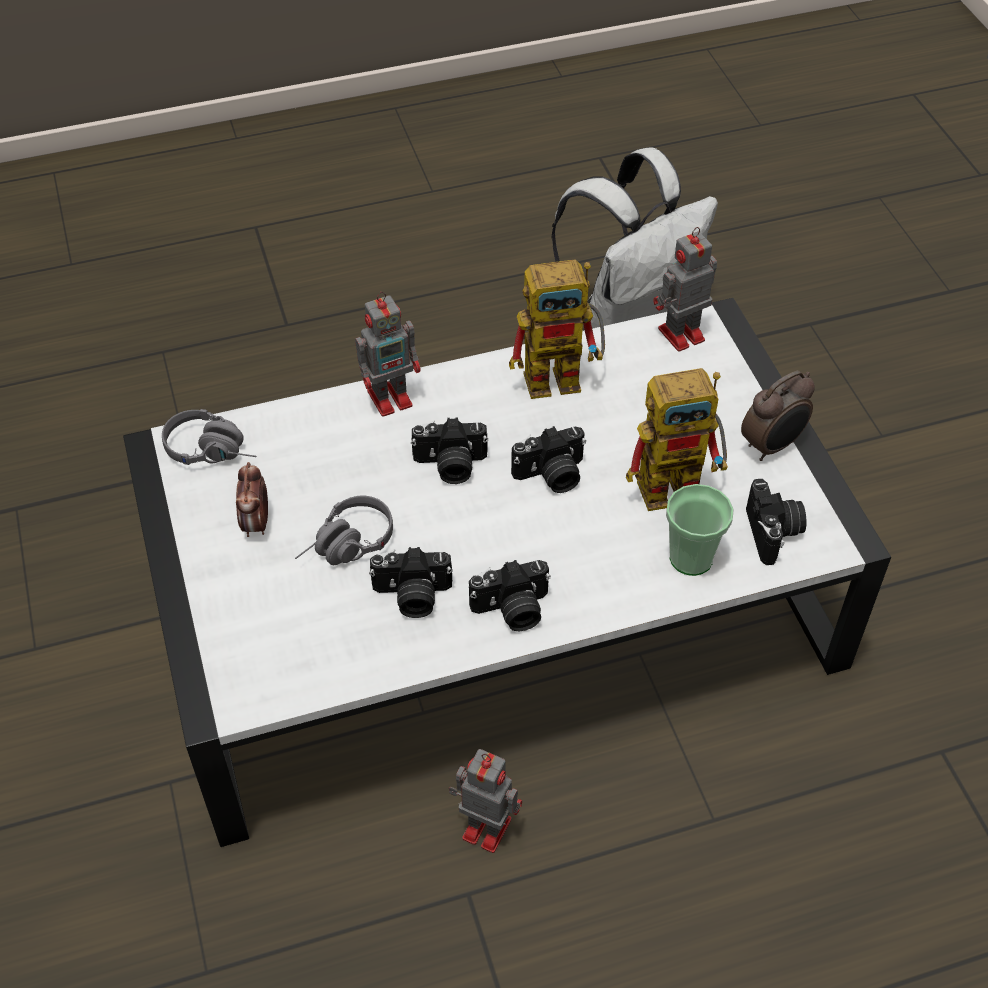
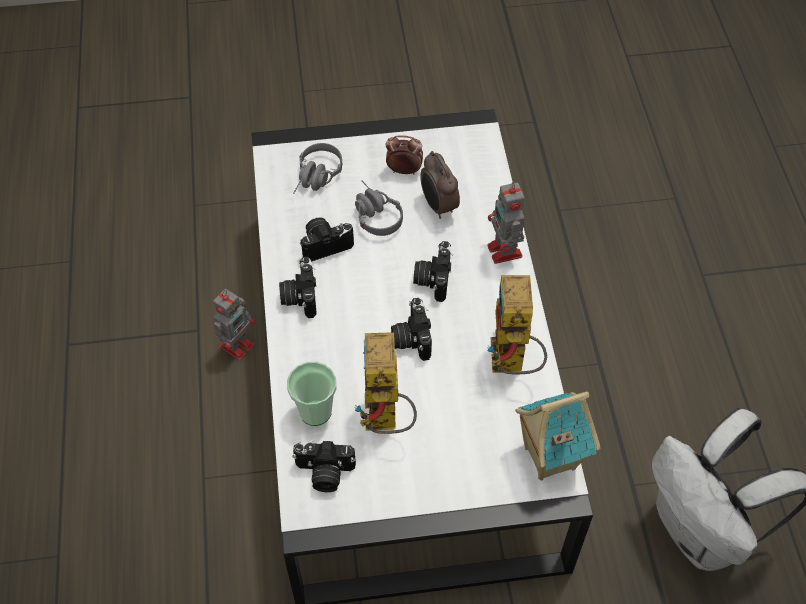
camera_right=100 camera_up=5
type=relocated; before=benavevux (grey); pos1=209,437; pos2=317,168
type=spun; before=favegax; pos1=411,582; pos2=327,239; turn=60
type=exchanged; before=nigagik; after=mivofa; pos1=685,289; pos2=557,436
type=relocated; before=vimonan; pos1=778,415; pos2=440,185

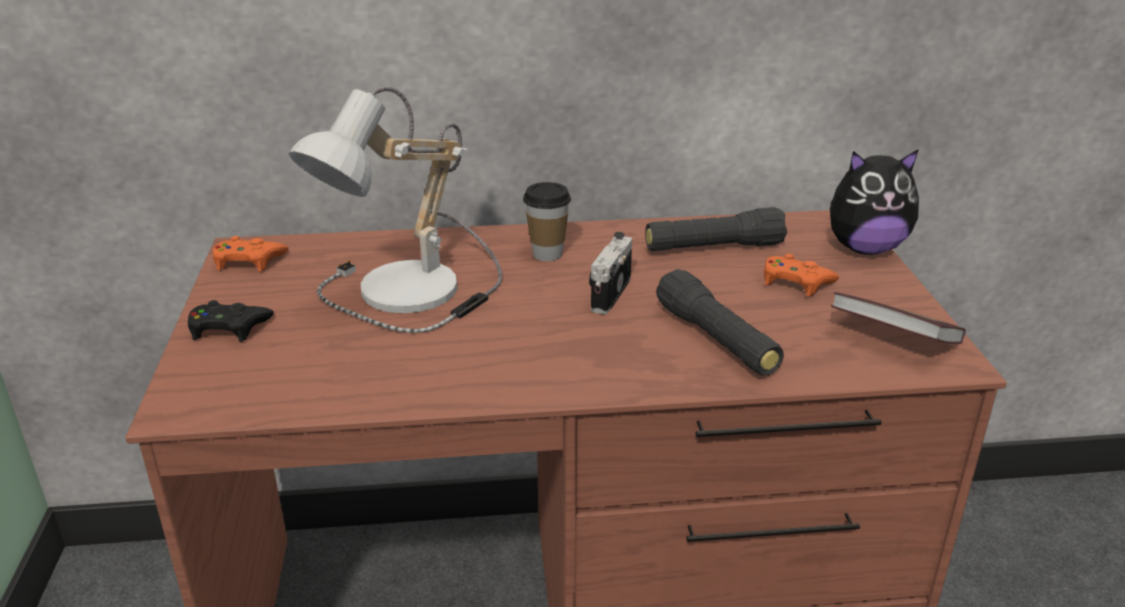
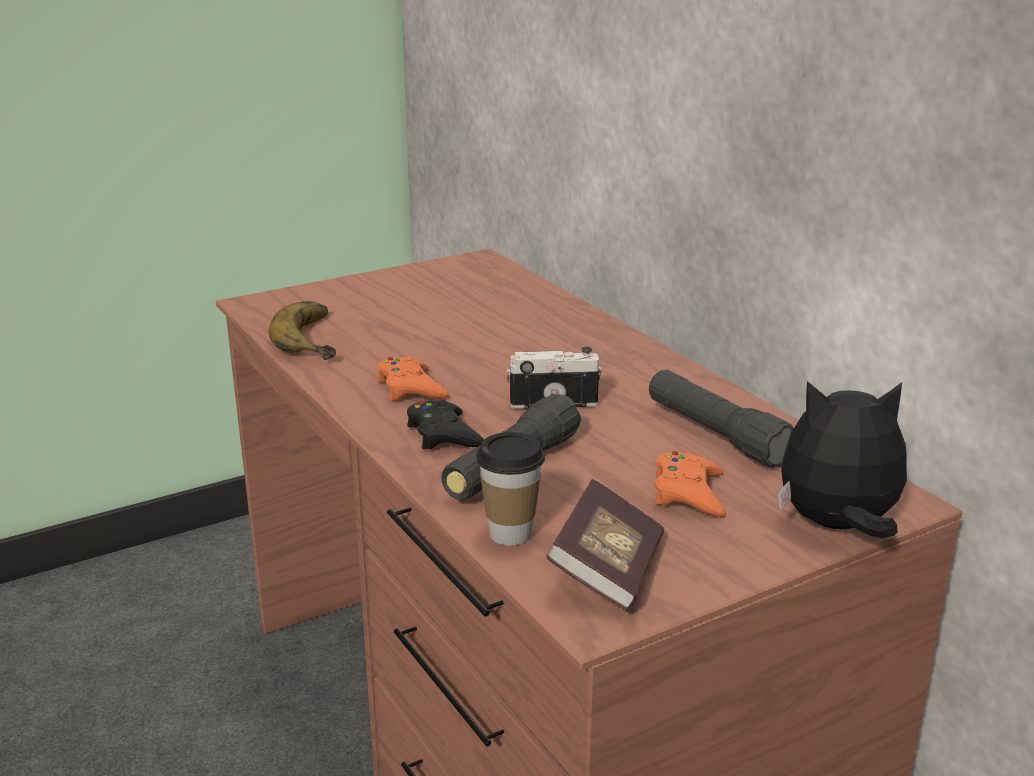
camera_right=65 camera_up=-5
type=relocated; before=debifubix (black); pos1=231,321; pos2=445,425
type=relocated; before=debifubix (orange); pos1=251,254; pos2=413,378
type=missing; before=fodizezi; pos1=395,210
type=relocated; before=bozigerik; pos1=547,221; pos2=510,489
type=spun; before=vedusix; pos1=874,202; pos2=842,460; turn=120
type=appeared; after=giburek; pos2=302,330

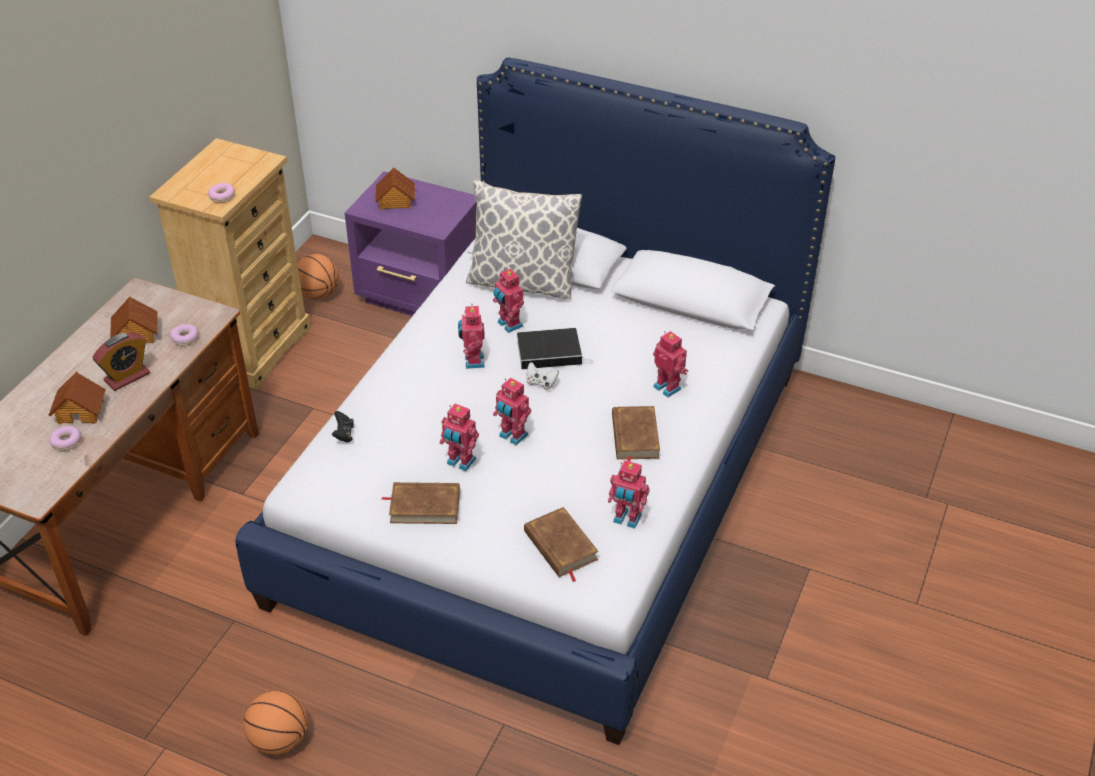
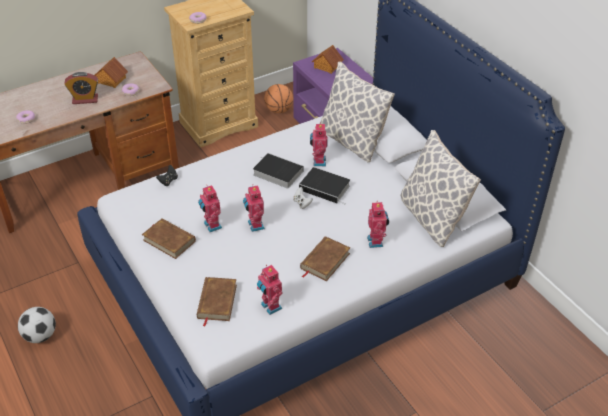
camera_right=35 camera_up=0
type=missing; before=mivofa; pos1=77,397
type=exchanged; before=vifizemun; after=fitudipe; pos1=275,723; pos2=37,325
type=exchanged; before=nigagik; after=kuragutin; pos1=471,336; pos2=278,171
type=appeared; after=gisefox; pos2=440,188

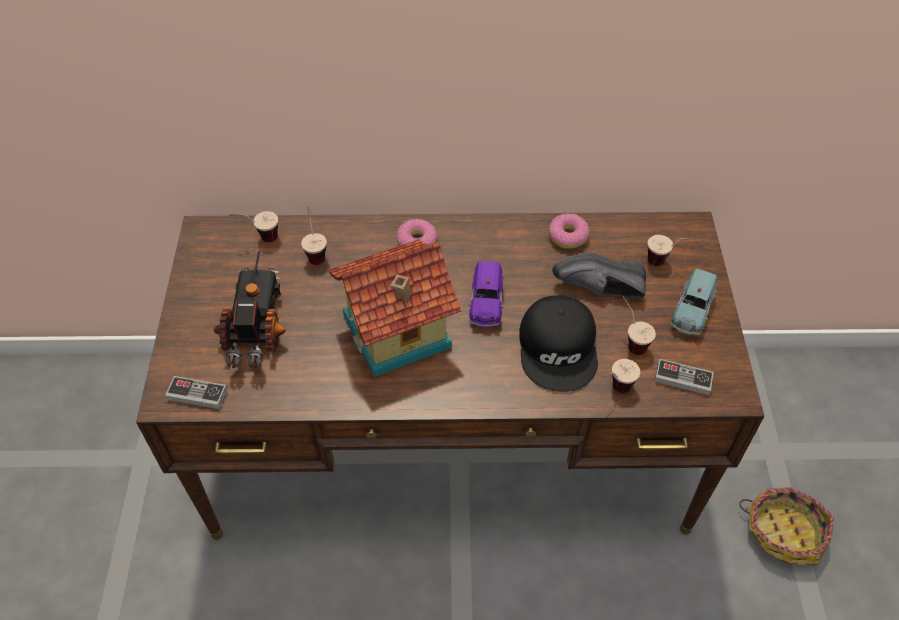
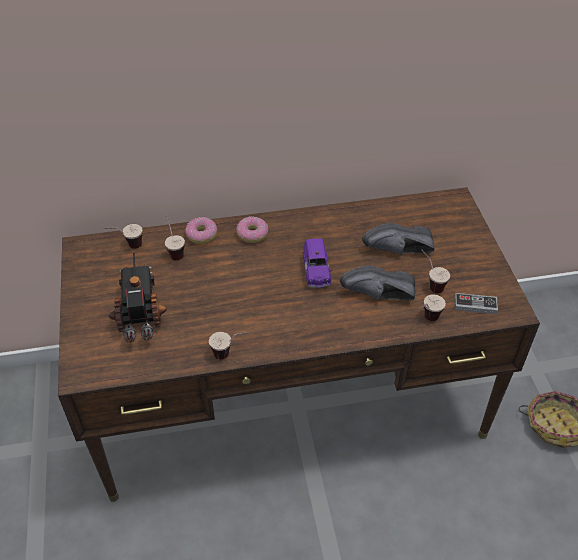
camera_right=-10 camera_up=-5
type=missing; before=debifubix; pos1=196,392
type=missing; before=mivofa; pos1=395,308
type=exchanged; before=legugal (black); after=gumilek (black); pos1=558,343; pos2=377,283
type=relocated; before=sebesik; pos1=569,231; pos2=201,230
type=relocated; before=bozigerik; pos1=673,250; pos2=229,346
type=missing; before=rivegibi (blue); pos1=694,302

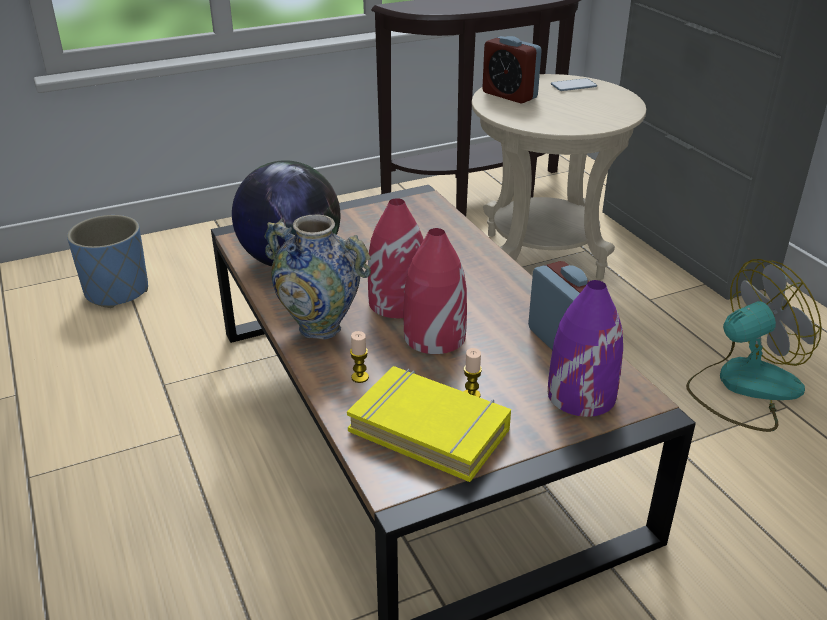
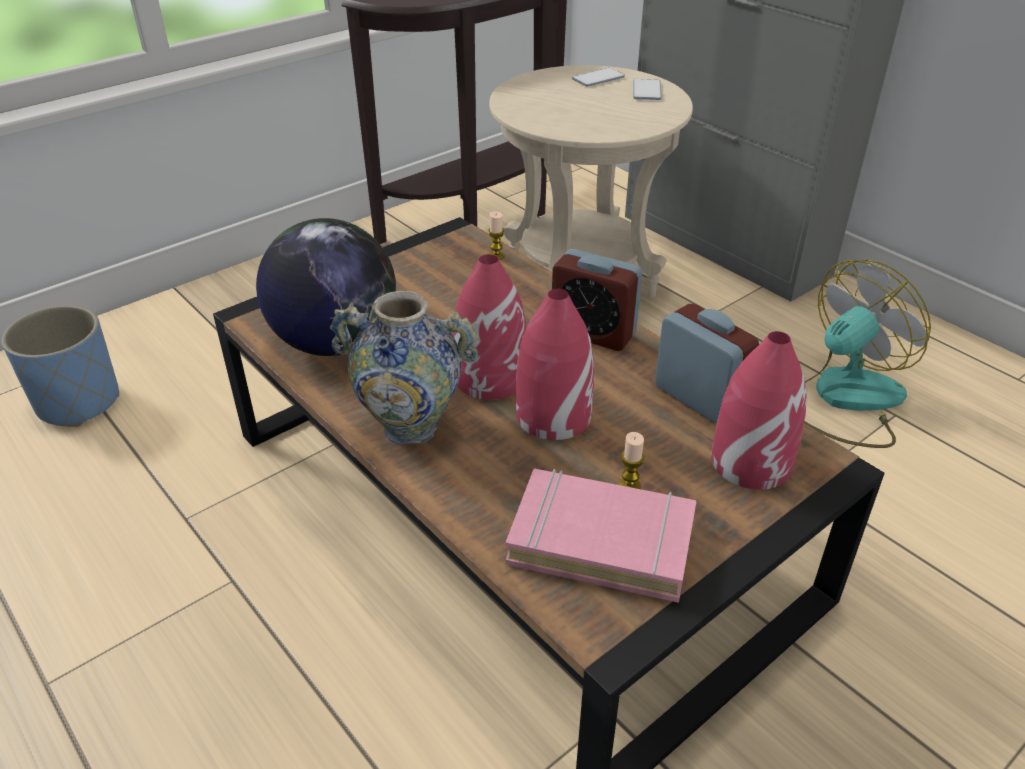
camera_right=-15 camera_up=5
type=colour; before=kuragutin (yellow); after=kuragutin (pink); pos1=429,424; pos2=600,536
type=relocated; before=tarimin; pos1=359,357; pos2=496,235
type=relocated; before=vimonan; pos1=512,69; pos2=597,300
type=colour; before=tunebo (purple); after=tunebo (red); pos1=585,348; pos2=759,410
type=appeared; after=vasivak; pos2=647,89

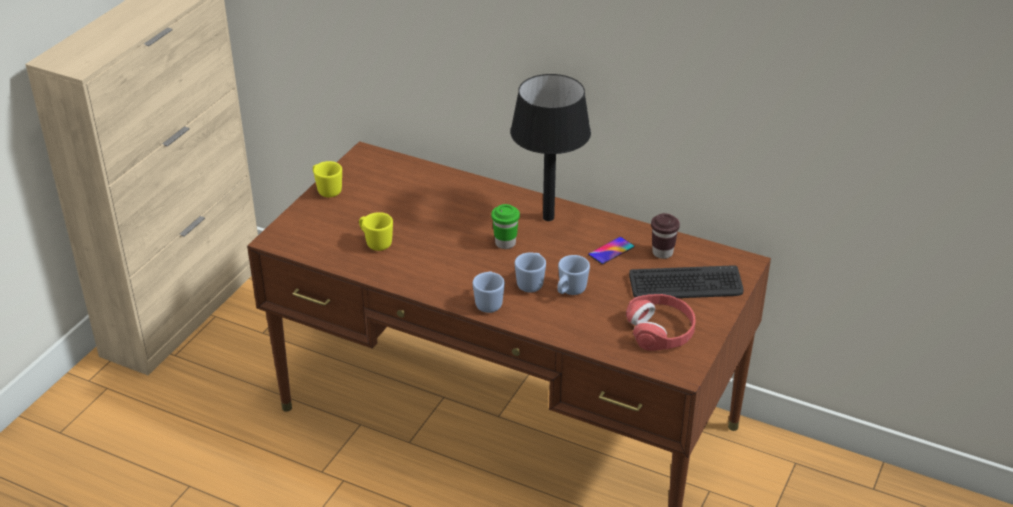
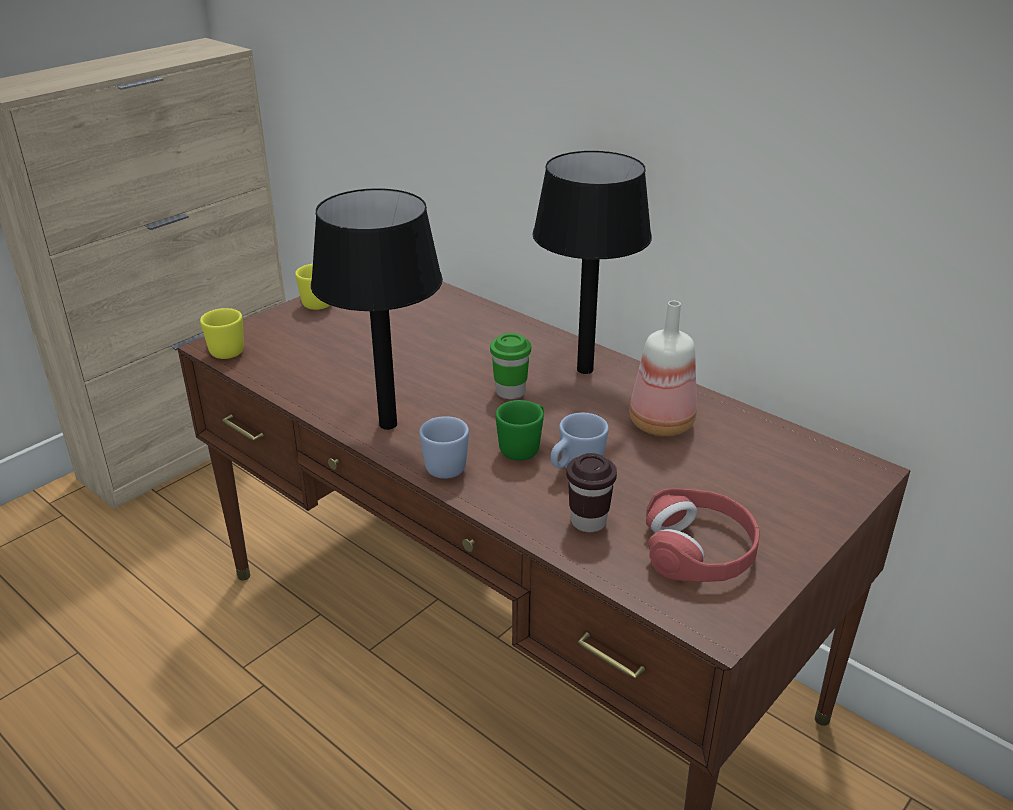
camera_right=15 camera_up=-5
type=relocated; before=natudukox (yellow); pos1=376,231; pos2=222,333
type=colour; before=natudukox (blue); after=natudukox (green); pos1=530,273; pos2=519,430
type=exchanged; before=vasivak; after=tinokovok; pos1=611,250; pos2=663,368
type=missing; before=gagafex; pos1=686,281
type=relocated; before=bozigerik (brown); pos1=665,236; pos2=591,492
type=appeared; after=fodizezi (black); pos2=377,309

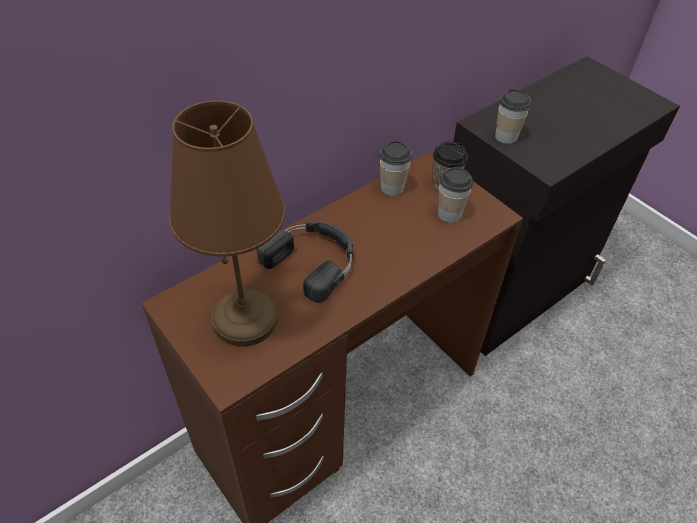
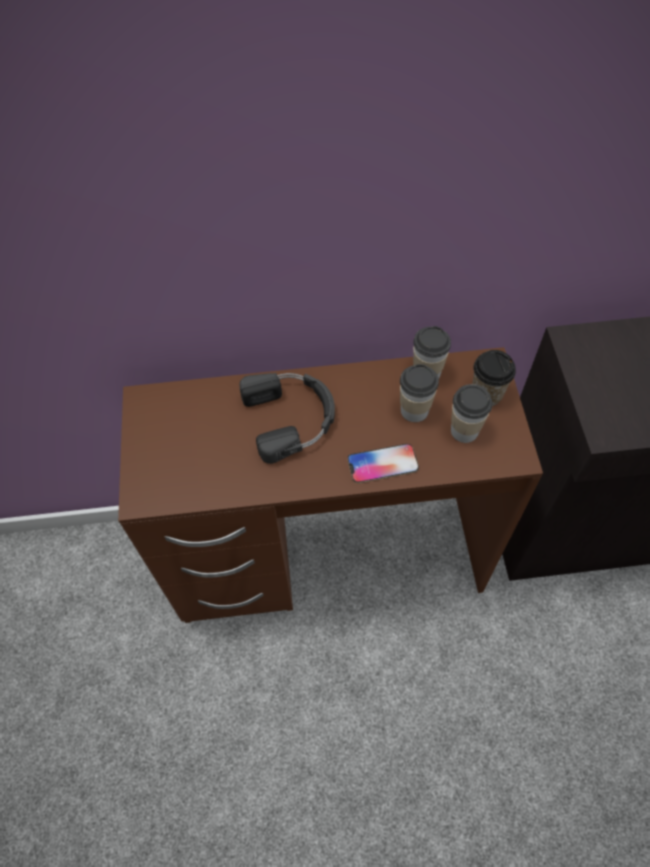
camera_right=35 camera_up=10
type=missing; before=fodizezi (brown); pos1=227,223
type=relocated; before=bozigerik; pos1=513,116; pos2=419,393
type=appeared; after=vasivak; pos2=383,463

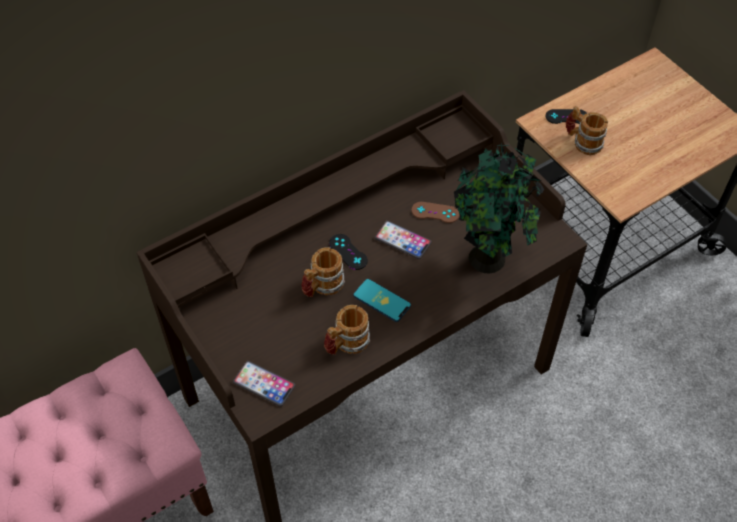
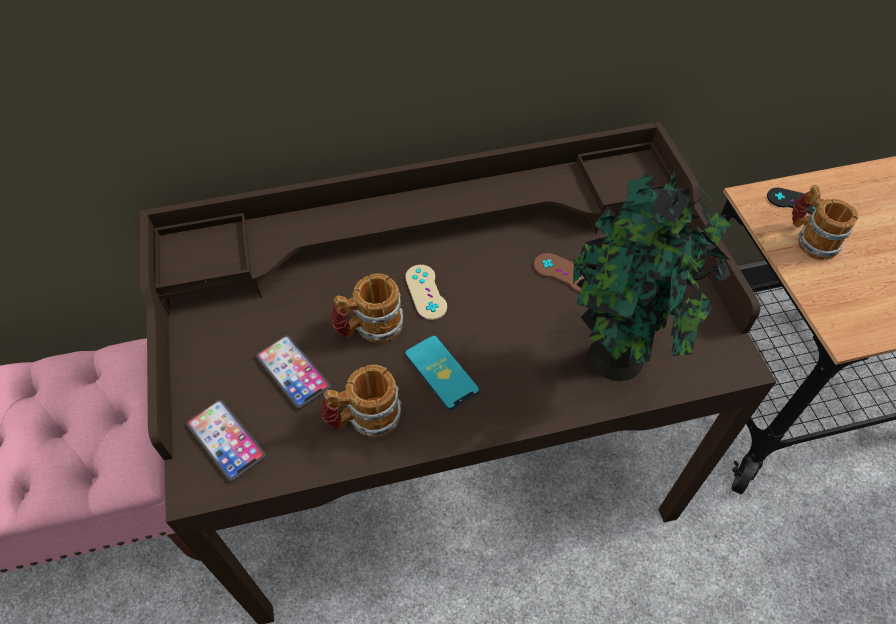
camera_right=20 camera_up=0
type=colour; before=debifubix (black); after=debifubix (beige); pos1=348,252; pos2=426,292
type=relocated; before=vasivak; pos1=403,240; pos2=293,372

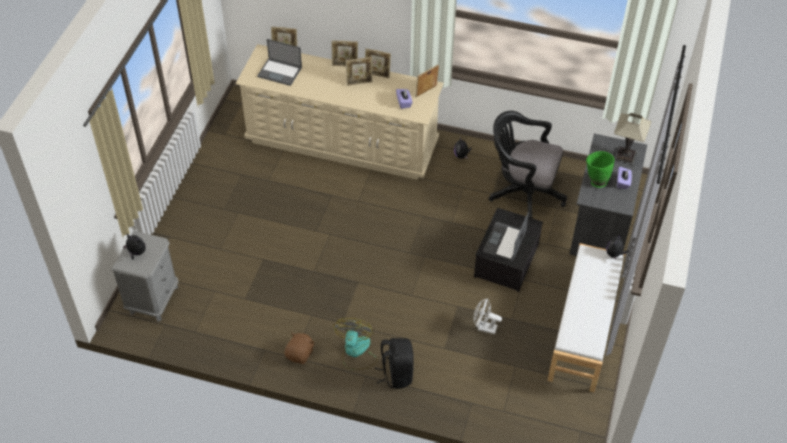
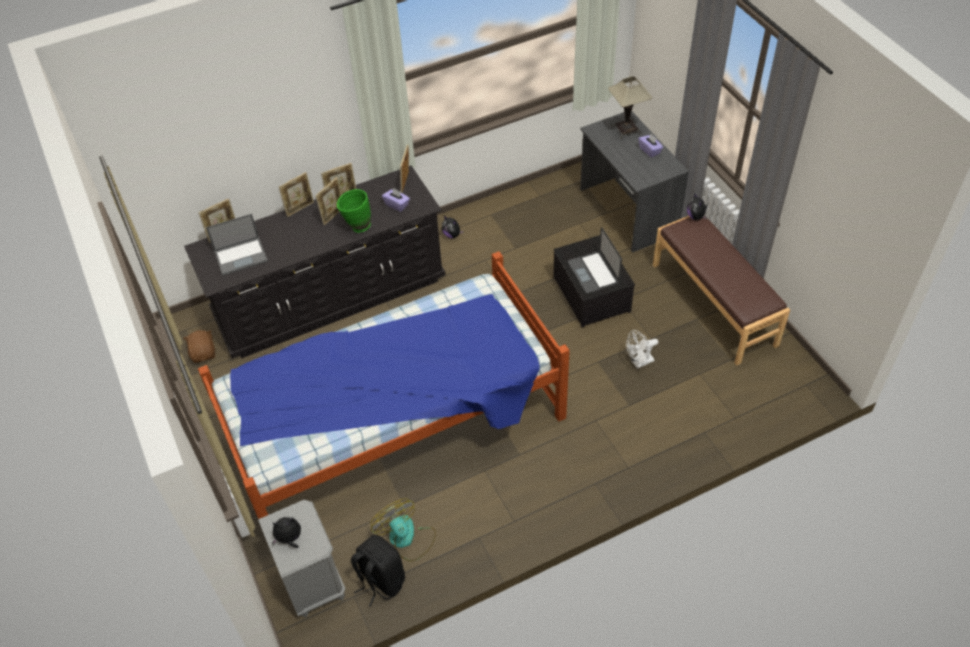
camera_right=-40 camera_up=0
type=colour; before=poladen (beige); after=poladen (black); pos1=339,112; pos2=315,262
type=relocated; before=vedusix (brown); pos1=299,348; pos2=199,346
type=relocated; before=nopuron; pos1=356,344; pos2=403,529
type=relocated; before=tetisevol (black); pos1=394,363; pos2=378,571
type=missing; before=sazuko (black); pos1=528,164
type=colour; before=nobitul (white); after=nobitul (brown); pos1=586,317; pos2=721,290
type=relocated; before=tunebo (green); pos1=600,169; pos2=354,211
type=appeared; after=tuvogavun; pos2=384,385

